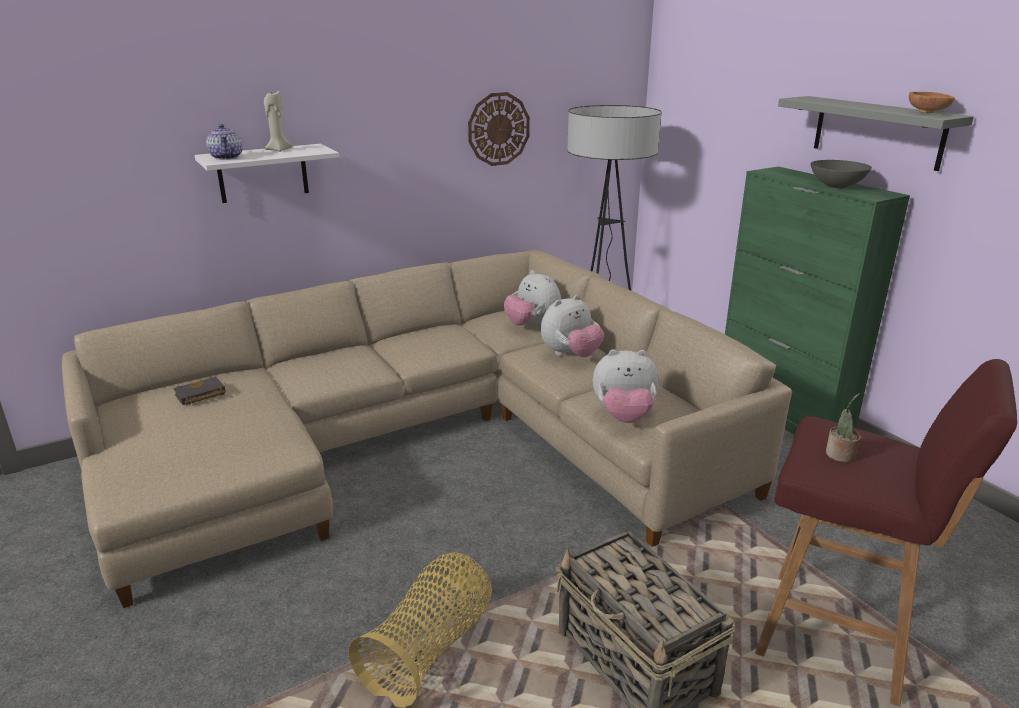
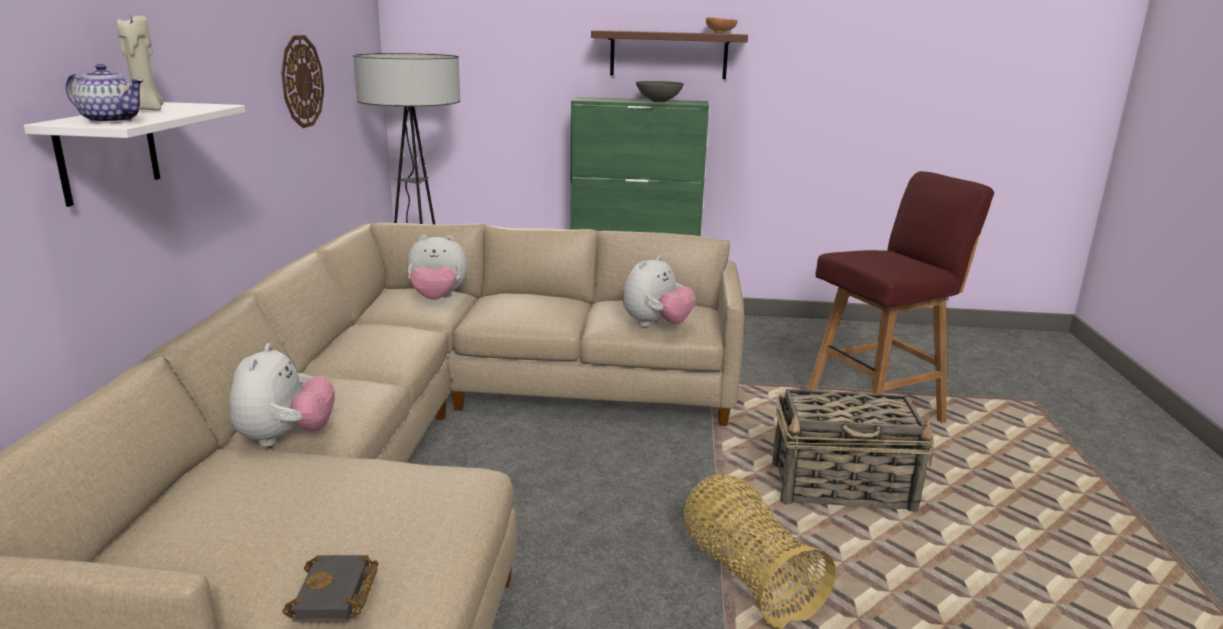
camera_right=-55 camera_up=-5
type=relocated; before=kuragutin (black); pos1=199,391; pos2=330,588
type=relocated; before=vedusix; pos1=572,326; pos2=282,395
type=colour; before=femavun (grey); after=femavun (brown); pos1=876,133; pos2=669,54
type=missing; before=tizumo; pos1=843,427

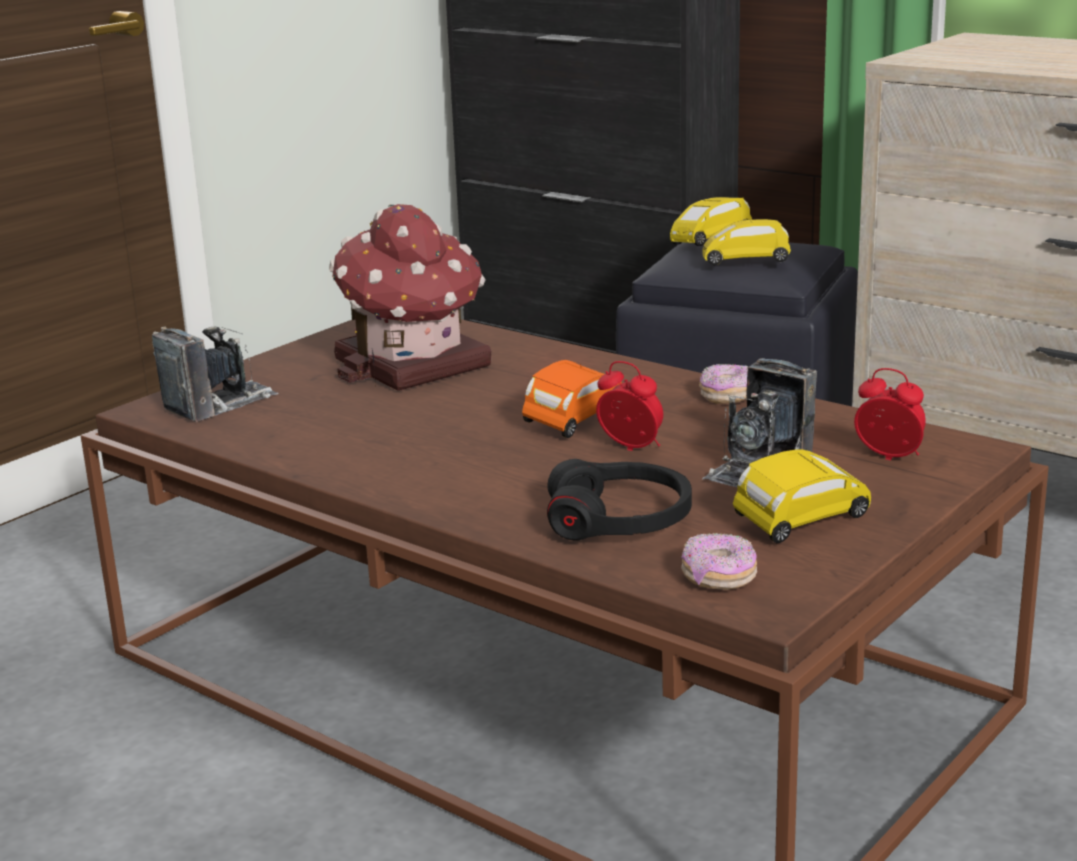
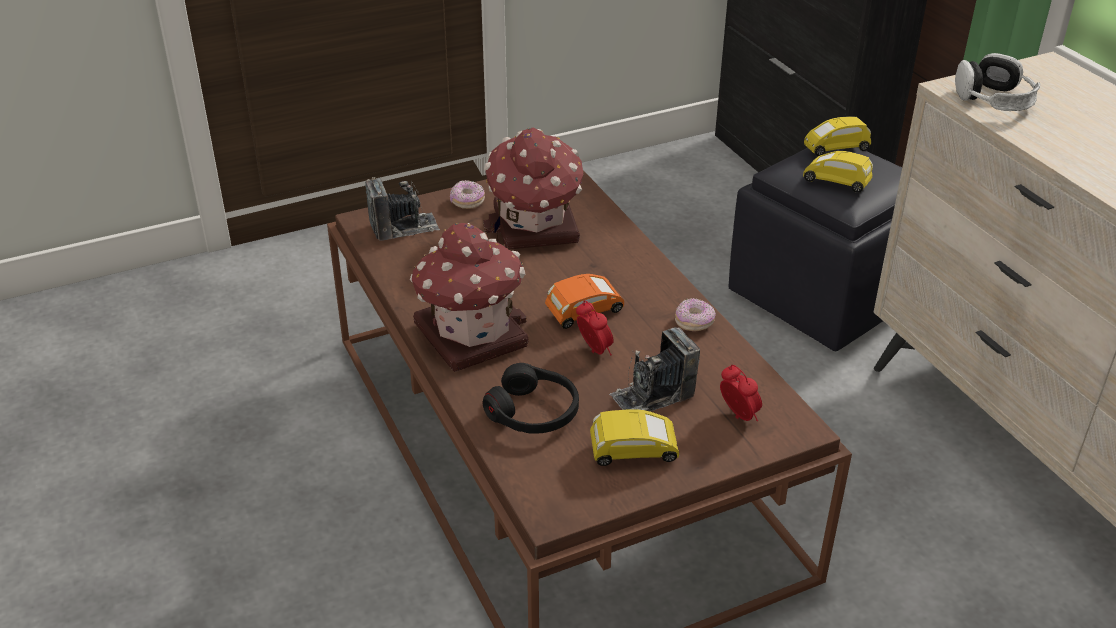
camera_right=25 camera_up=15
type=relocated; before=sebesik; pos1=719,561; pos2=467,195
type=appeared; after=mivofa; pos2=469,297
type=appeared; after=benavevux; pos2=997,82

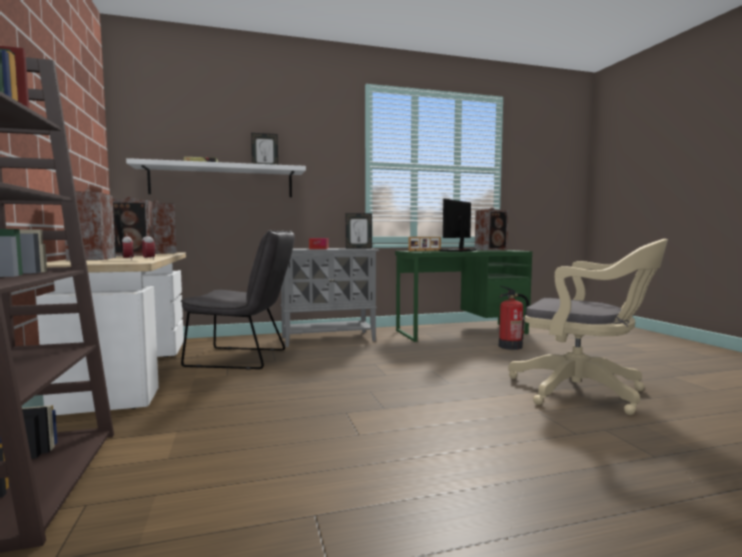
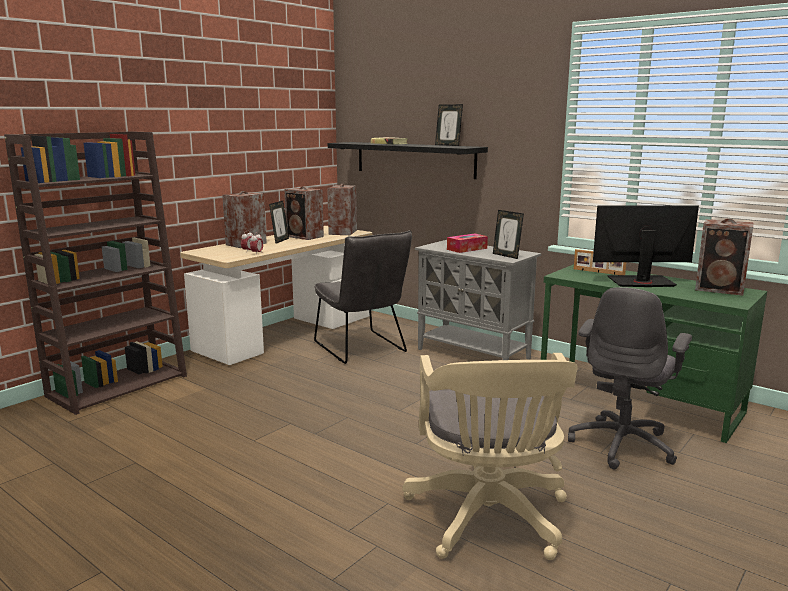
camera_right=55 camera_up=10
type=colour; before=femavun (white); after=femavun (black); pos1=216,177; pos2=408,160
type=exchanged; before=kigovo; after=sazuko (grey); pos1=514,318; pos2=630,378

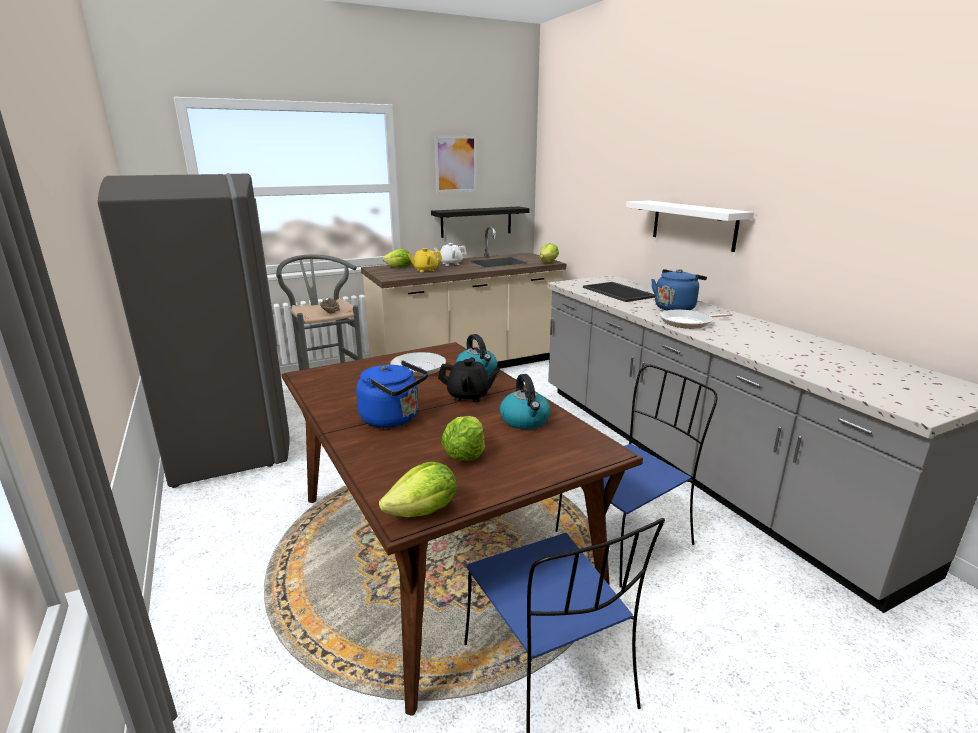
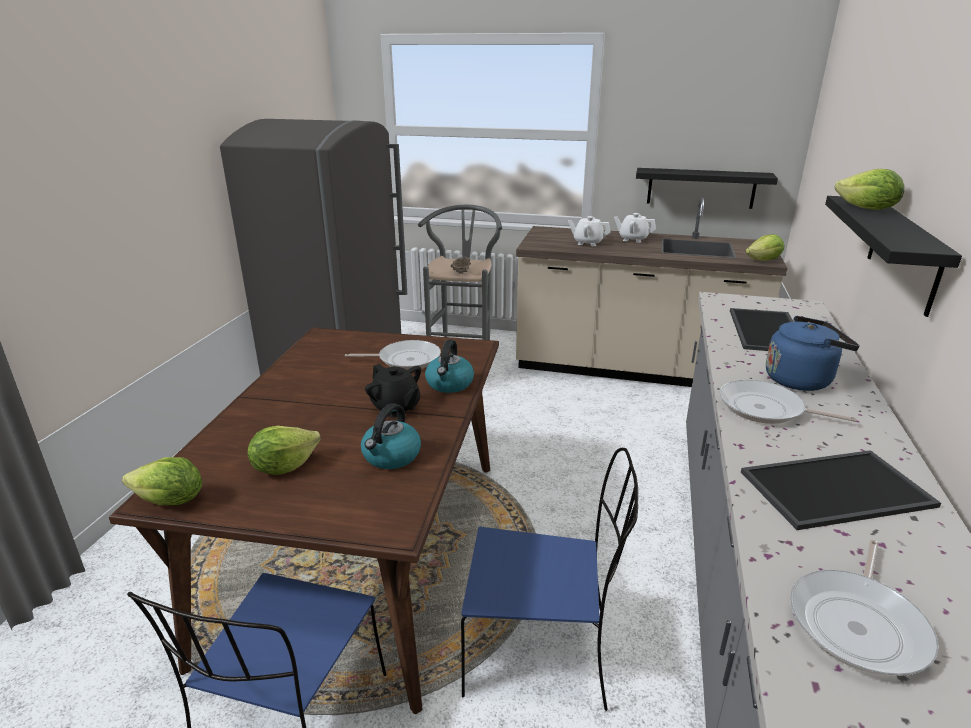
camera_right=40 camera_up=5
type=missing; before=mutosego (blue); pos1=392,394
type=relocated; before=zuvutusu; pos1=397,258; pos2=870,189
type=colour; before=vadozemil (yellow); after=vadozemil (white); pos1=424,260; pos2=589,231
type=missing; before=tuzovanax; pos1=456,163
type=colour; before=femavun (white); after=femavun (black); pos1=690,226; pos2=893,256
type=appeared; after=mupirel; pos2=841,490
type=appeared; after=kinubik; pos2=864,608

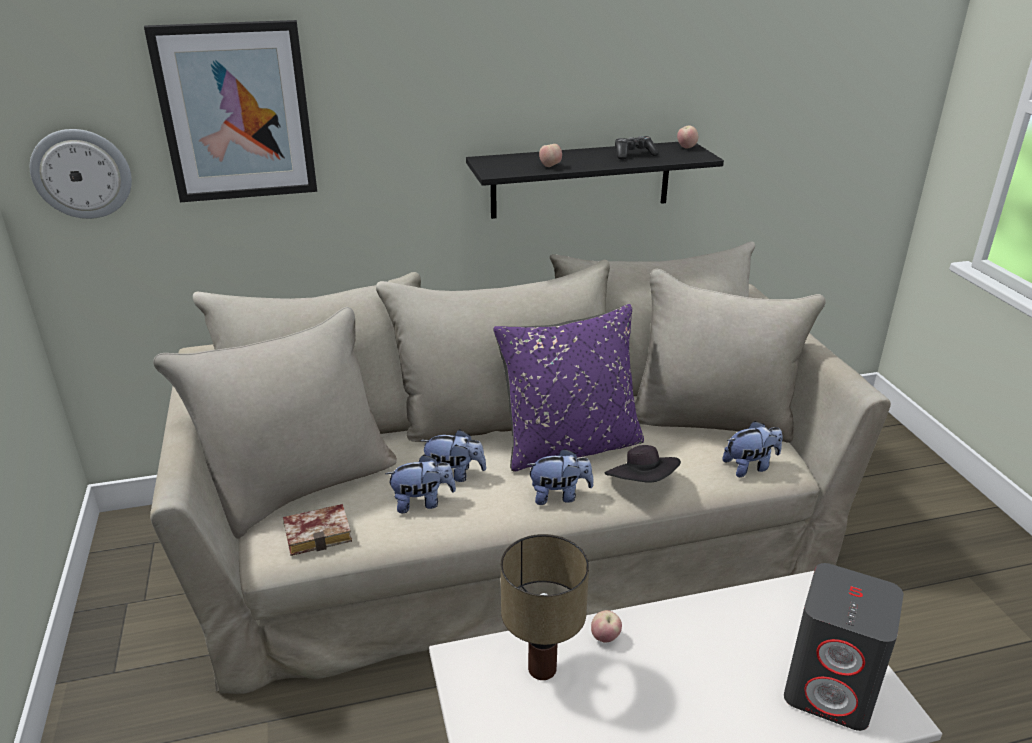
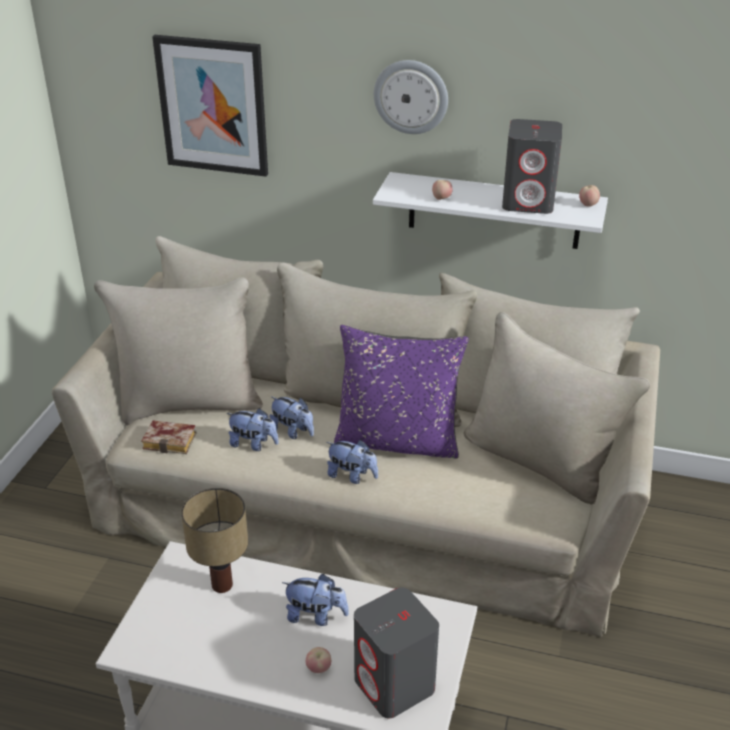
camera_right=30 camera_up=5
type=relocated; before=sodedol; pos1=81,174; pos2=411,97
type=colour; before=femavun (black); after=femavun (white); pos1=595,180; pos2=490,210
type=relocated; before=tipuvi; pos1=606,626; pos2=318,660
type=missing; before=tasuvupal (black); pos1=642,463
type=exchanged; before=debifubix; after=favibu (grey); pos1=637,148; pos2=532,166
type=relocated; before=vedusix; pos1=753,449; pos2=315,600

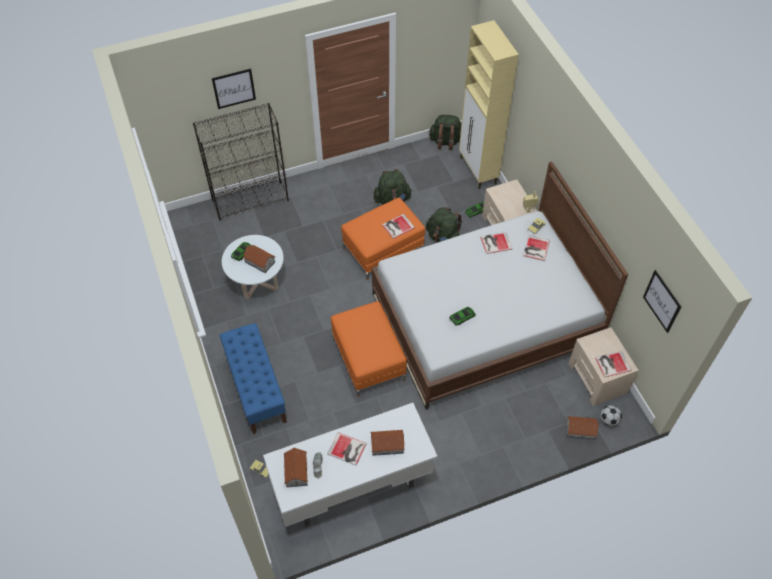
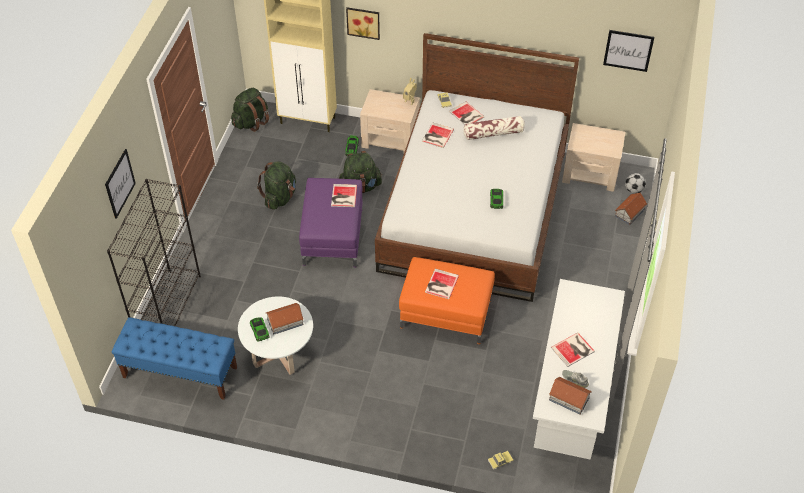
camera_right=-55 camera_up=-5
type=relocated; before=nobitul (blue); pos1=253,378; pos2=174,358
type=colour; before=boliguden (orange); after=boliguden (purple); pos1=383,238; pos2=331,223
type=missing; before=mivofa; pos1=387,443
type=relocated; before=kuragutin; pos1=613,364; pos2=442,284
type=appeared; after=tuzovanax; pos2=363,23
type=appeared; after=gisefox; pos2=494,128

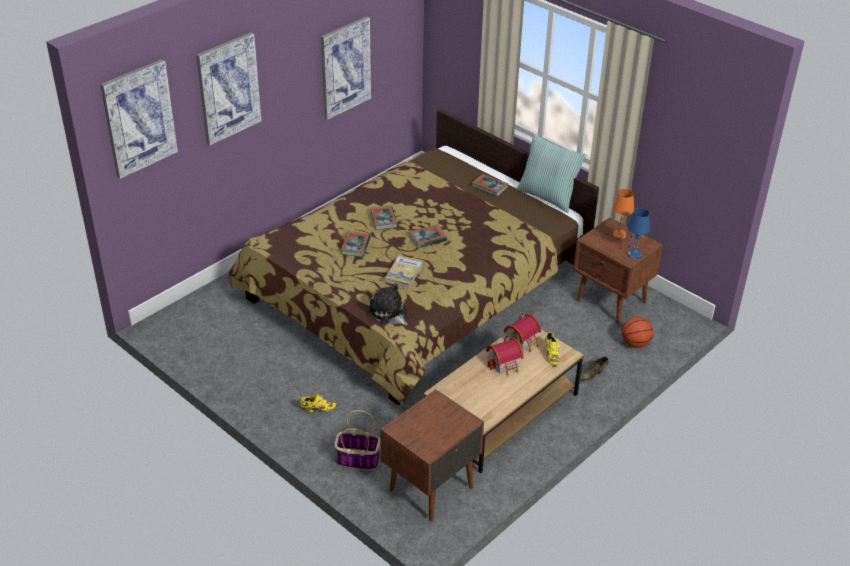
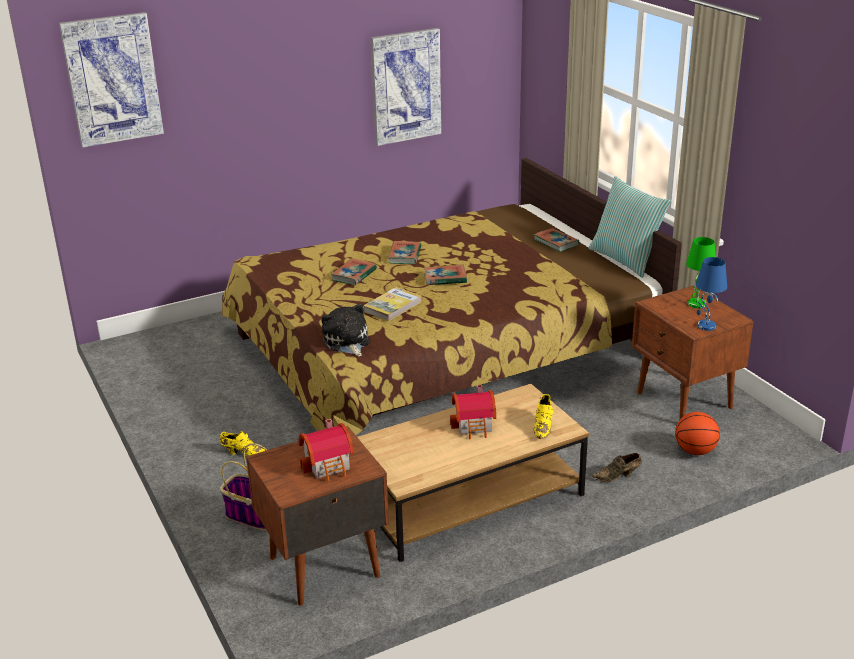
camera_right=20 camera_up=-10
type=missing; before=tuzovanax; pos1=229,88
type=relocated; before=mivofa; pos1=522,332; pos2=326,450
type=colour; before=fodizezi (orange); after=fodizezi (green); pos1=623,214; pos2=701,272

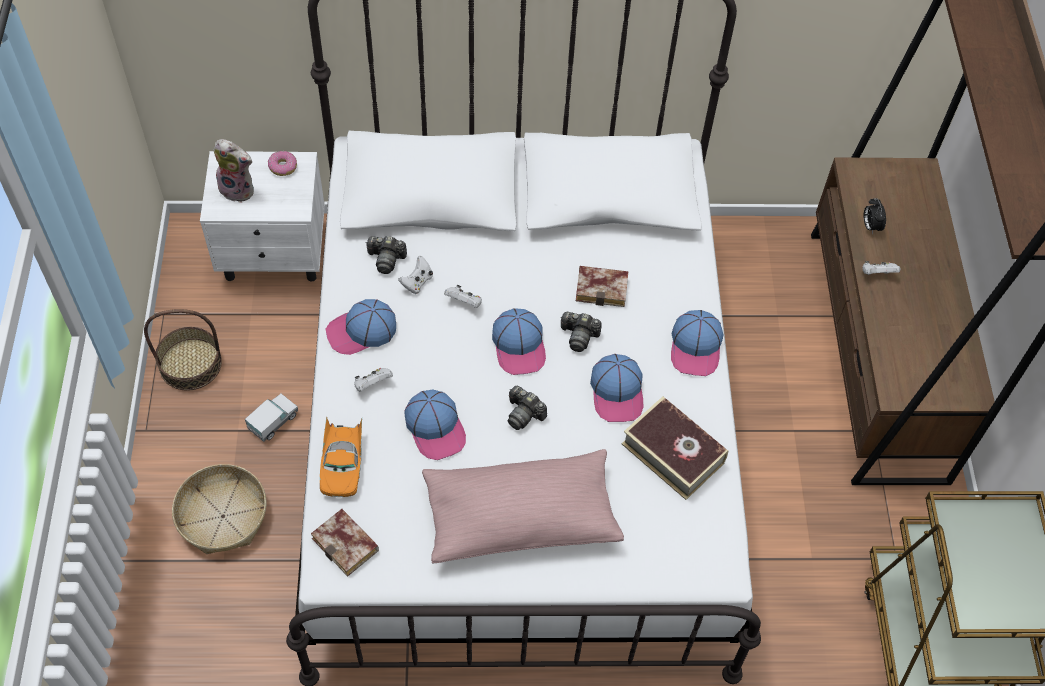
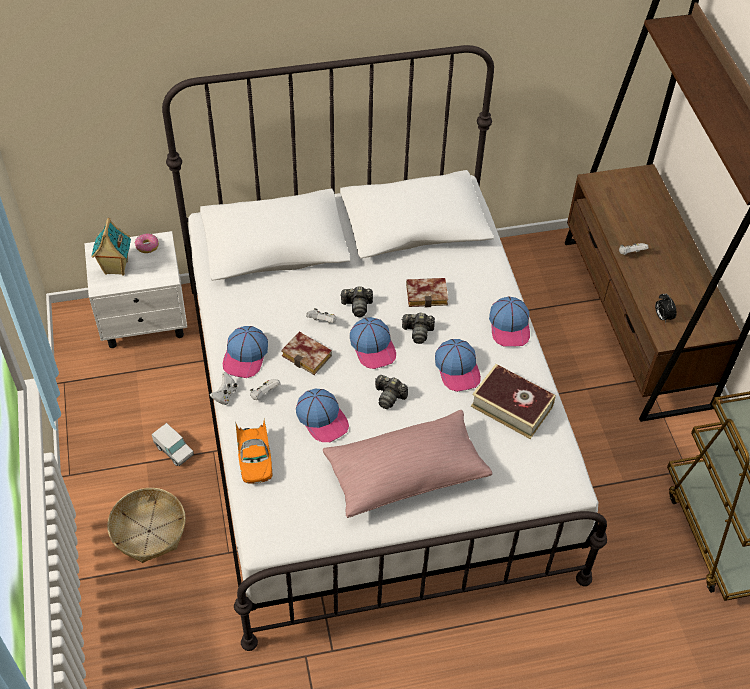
camera_right=-10 camera_up=-5
type=missing; before=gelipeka; pos1=183,350
type=exchanged; before=vedusix; after=mivofa; pos1=233,171; pos2=111,247
type=spun; before=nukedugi; pos1=271,418; pos2=173,444; turn=105
type=relocated; before=kuragutin; pos1=345,543; pos2=306,353
type=spun; before=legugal; pos1=361,327; pos2=245,352; turn=-45
type=relocated; before=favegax; pos1=386,255; pos2=356,302
type=relocated; before=debifubix (white); pos1=416,275; pos2=223,388
type=relocated; before=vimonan; pos1=875,217; pos2=666,308

